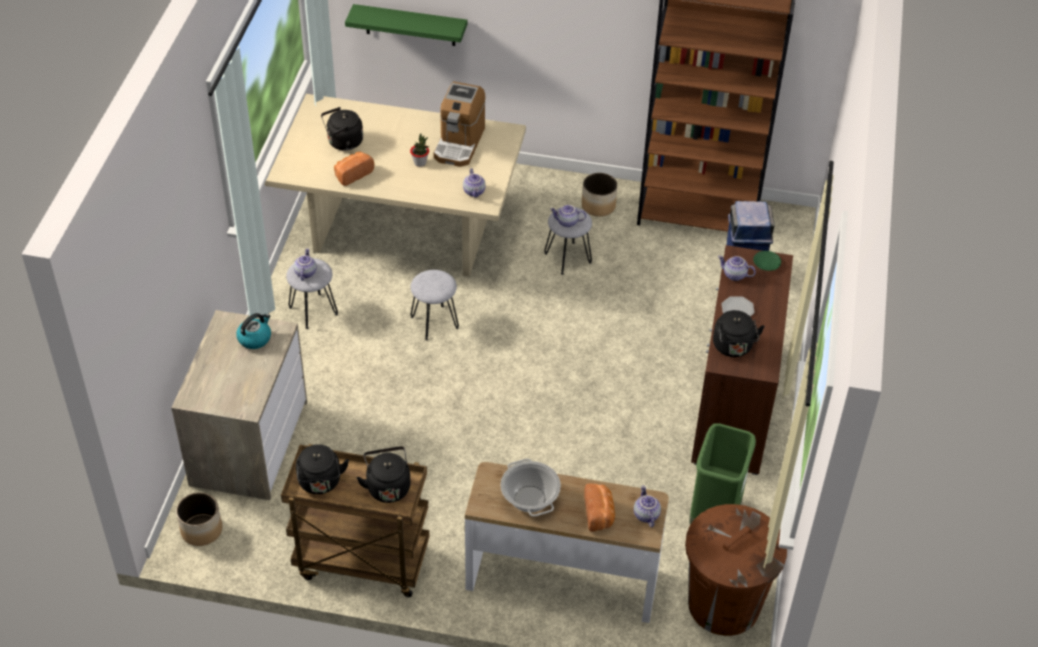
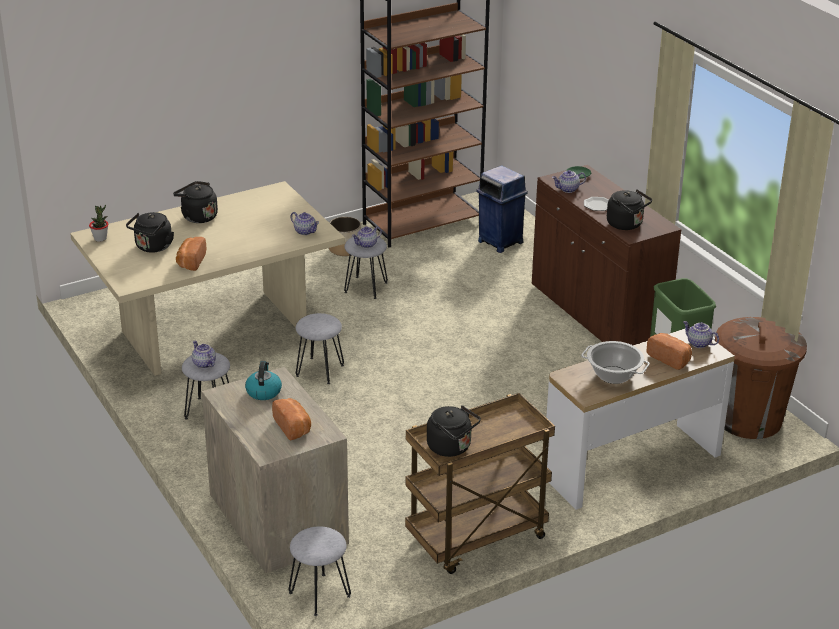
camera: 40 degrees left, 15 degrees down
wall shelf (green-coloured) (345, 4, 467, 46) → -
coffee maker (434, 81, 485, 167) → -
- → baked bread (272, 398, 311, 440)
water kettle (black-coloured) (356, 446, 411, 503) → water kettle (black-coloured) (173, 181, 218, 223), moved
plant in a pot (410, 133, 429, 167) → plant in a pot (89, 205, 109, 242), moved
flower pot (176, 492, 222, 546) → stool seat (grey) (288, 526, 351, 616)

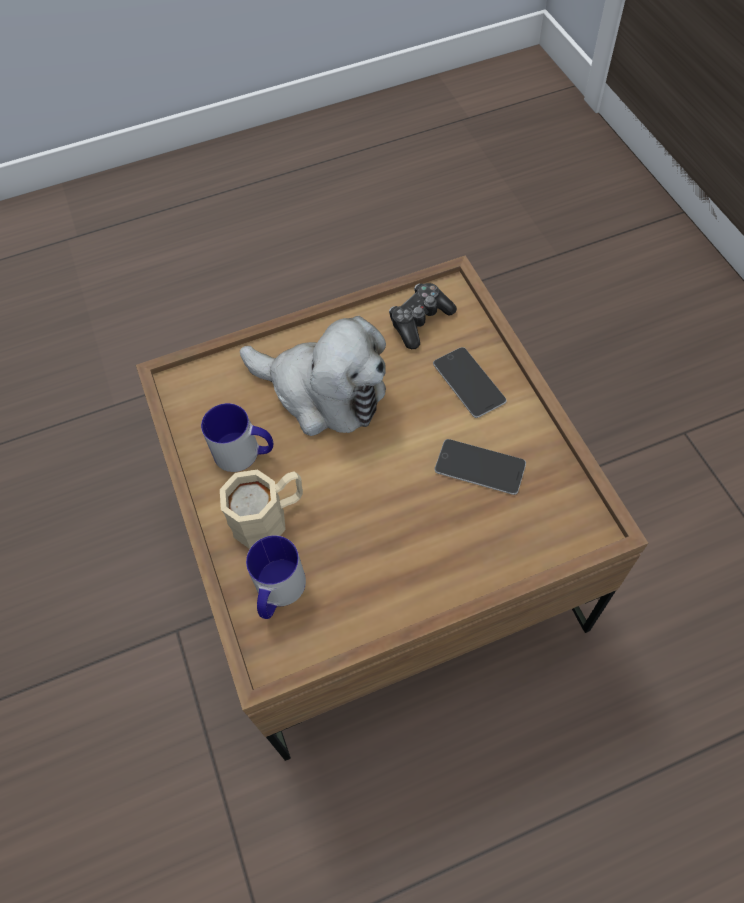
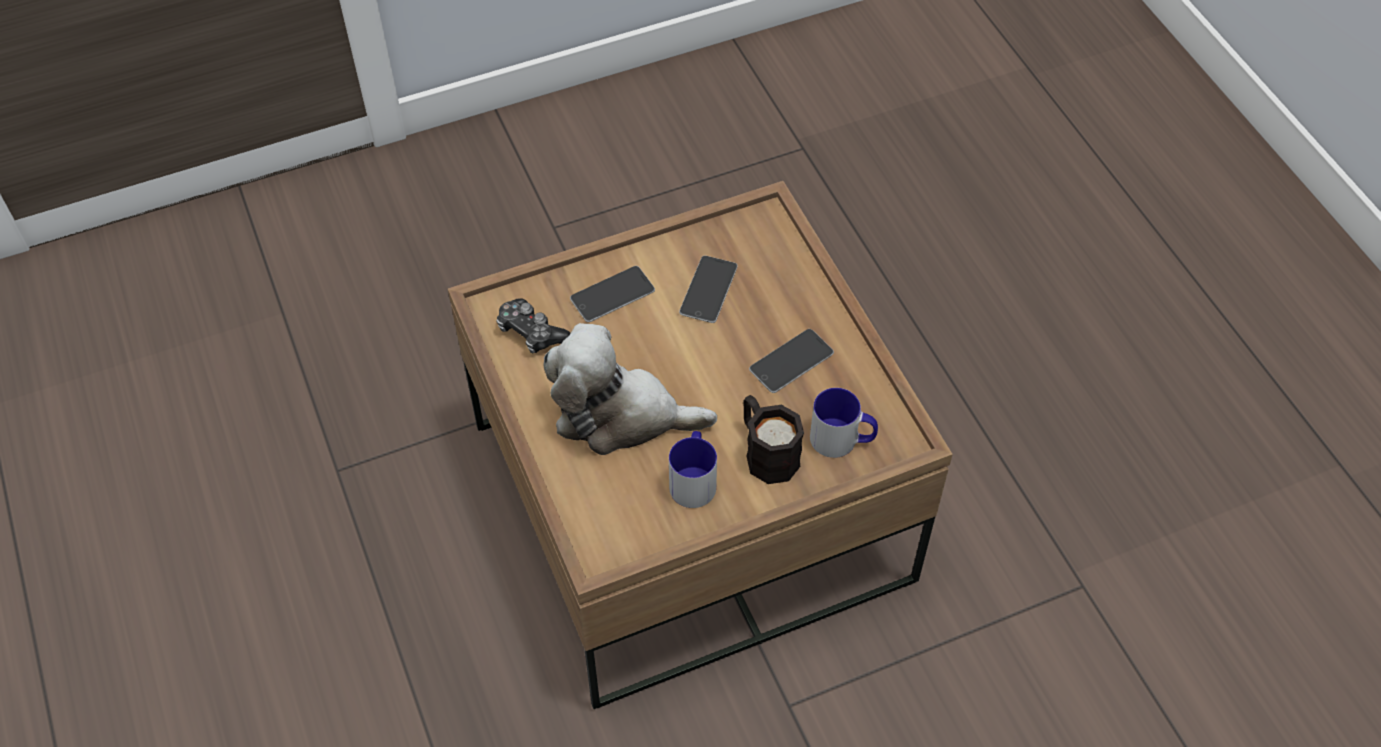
camera: 95 degrees left, 5 degrees down
- → phone (749, 329, 834, 393)
coffee mug (sand-coloured) (220, 469, 303, 549) → coffee mug (black-coloured) (743, 395, 804, 484)
soft toy (240, 316, 386, 436) → soft toy (543, 323, 717, 455), 105 degrees counterclockwise

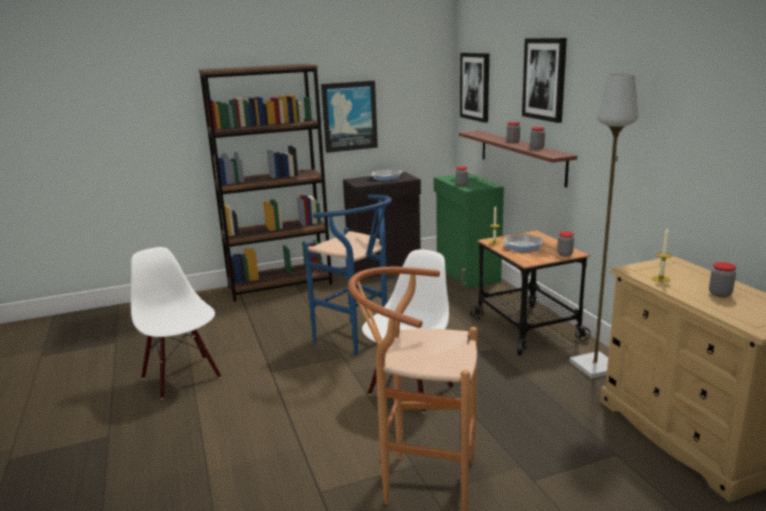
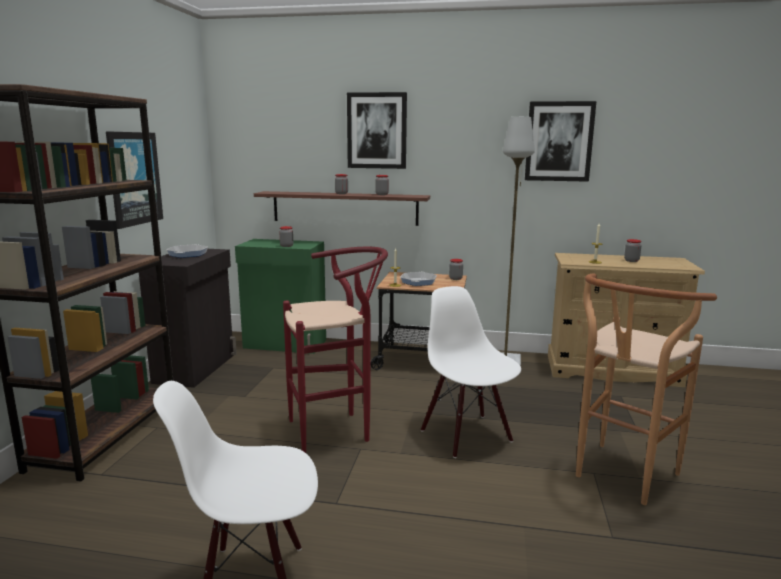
camera: 60 degrees left, 5 degrees down
wall picture (460, 53, 489, 123) → wall picture (525, 101, 596, 182), moved
stool seat (blue) (304, 195, 392, 356) → stool seat (red-coloured) (283, 247, 388, 453)

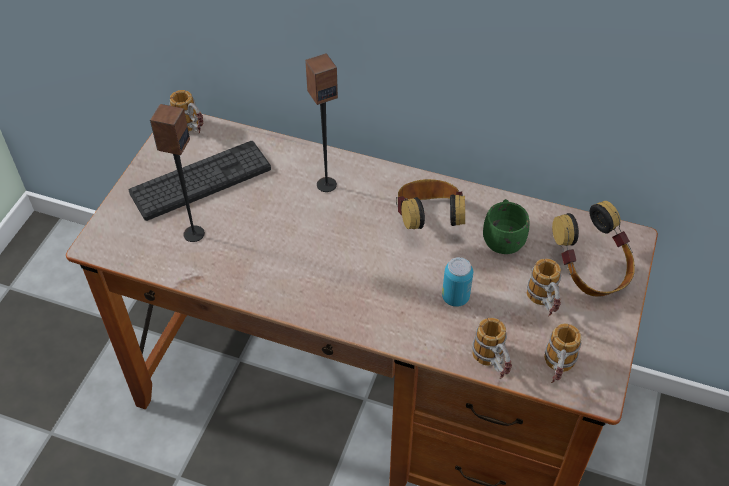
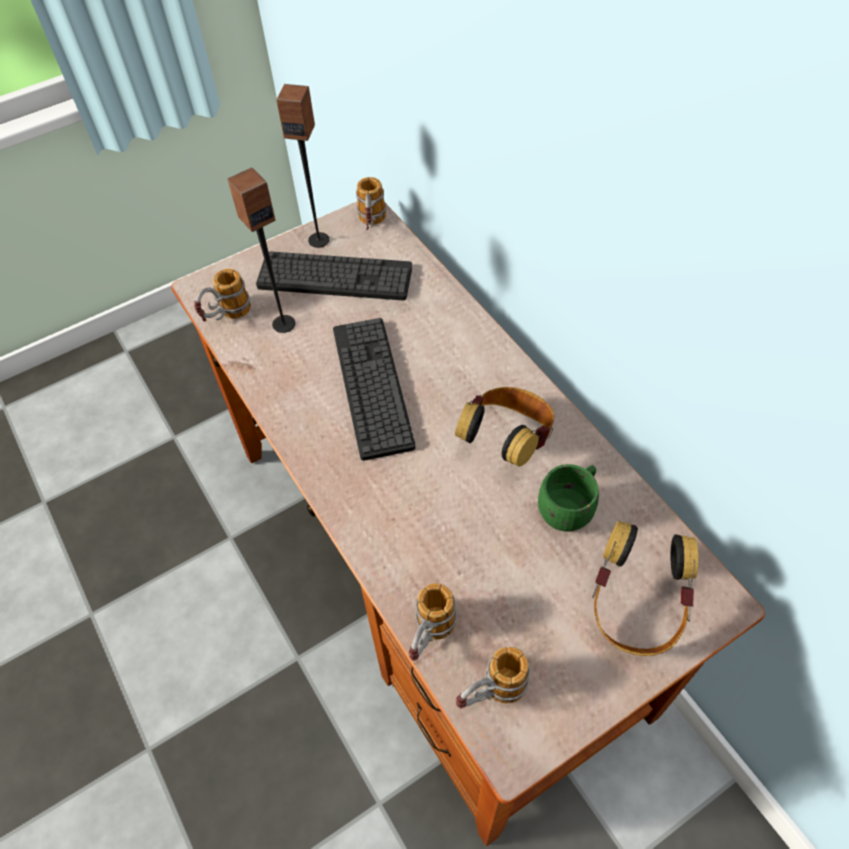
camera: 40 degrees right, 5 degrees up
can (442, 257, 473, 307) → -
- → keyboard (333, 318, 415, 461)
loudspeaker (305, 53, 338, 192) → loudspeaker (276, 84, 330, 248), moved
coffee mug (527, 259, 561, 317) → coffee mug (194, 269, 251, 322), moved

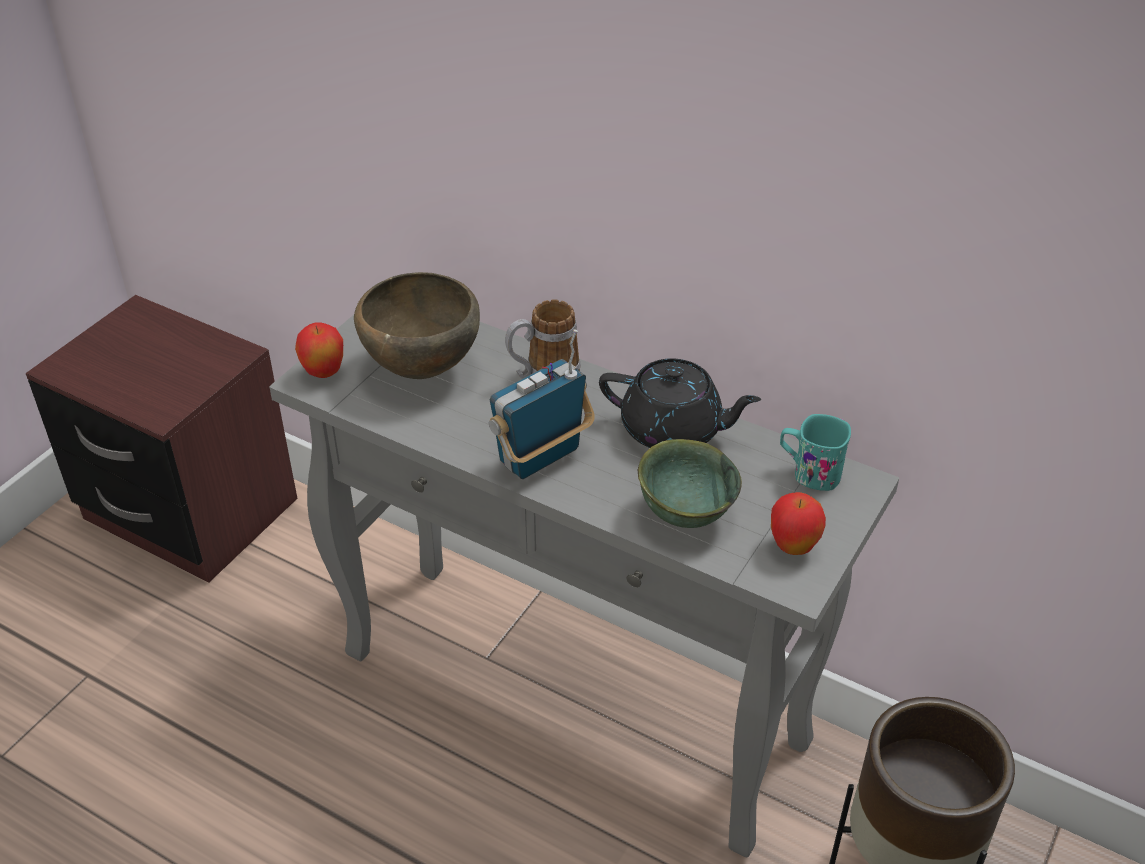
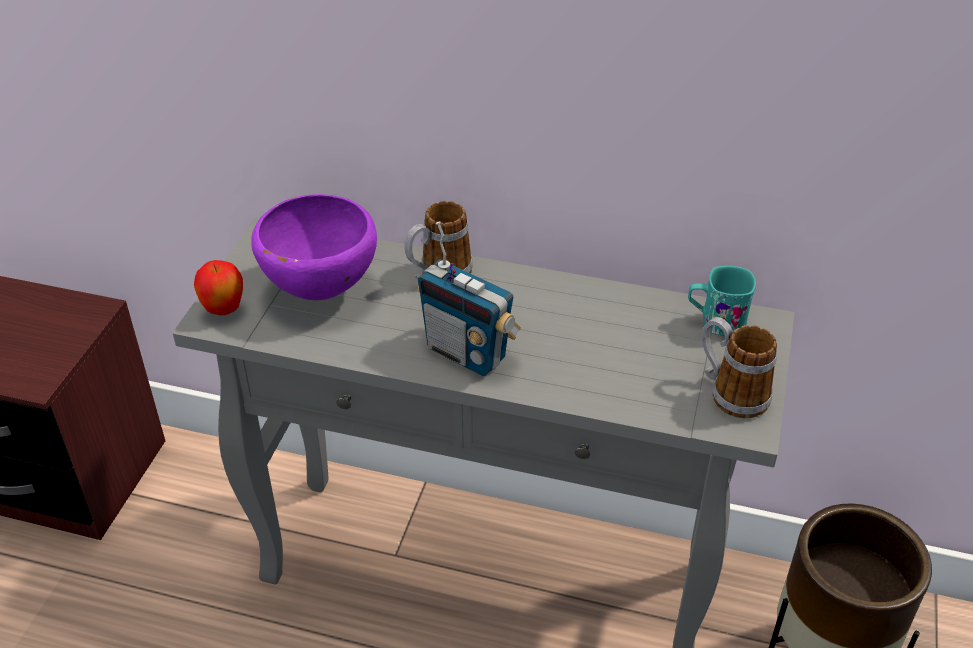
camera: 15 degrees left, 0 degrees up
pot for tea (black-coloured) (599, 358, 761, 448) → -
serving bowl (green-coloured) (638, 439, 742, 528) → -
apple fruit (771, 492, 826, 555) → coffee mug (702, 317, 777, 418)
serving bowl (brown) (354, 272, 480, 379) → serving bowl (purplish) (251, 194, 377, 300)
radio (489, 330, 595, 479) → radio (417, 221, 521, 376), 90 degrees counterclockwise

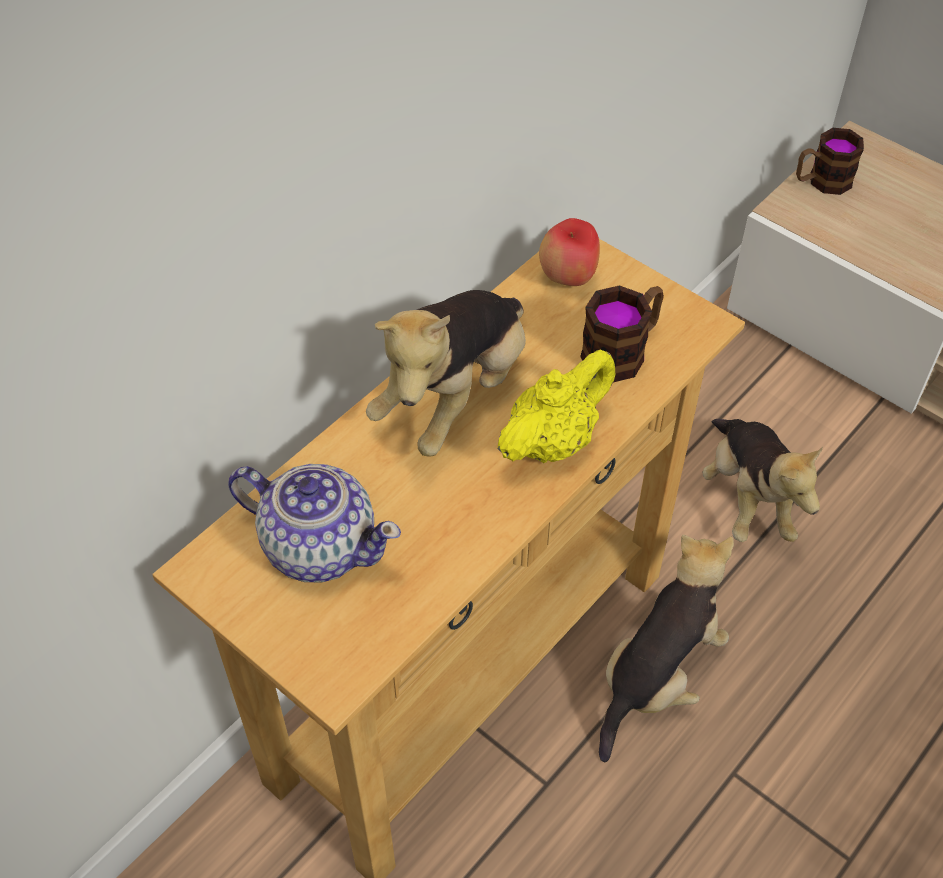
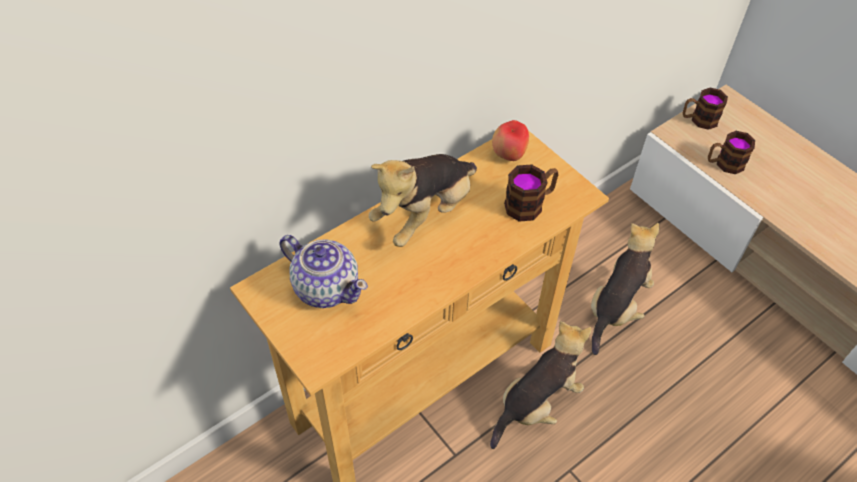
camera: 10 degrees right, 0 degrees up
pot for tea (yellowish) (497, 350, 616, 463) → -
- → coffee mug (708, 131, 755, 174)
soft toy (702, 419, 823, 542) → soft toy (591, 223, 660, 355), 150 degrees counterclockwise

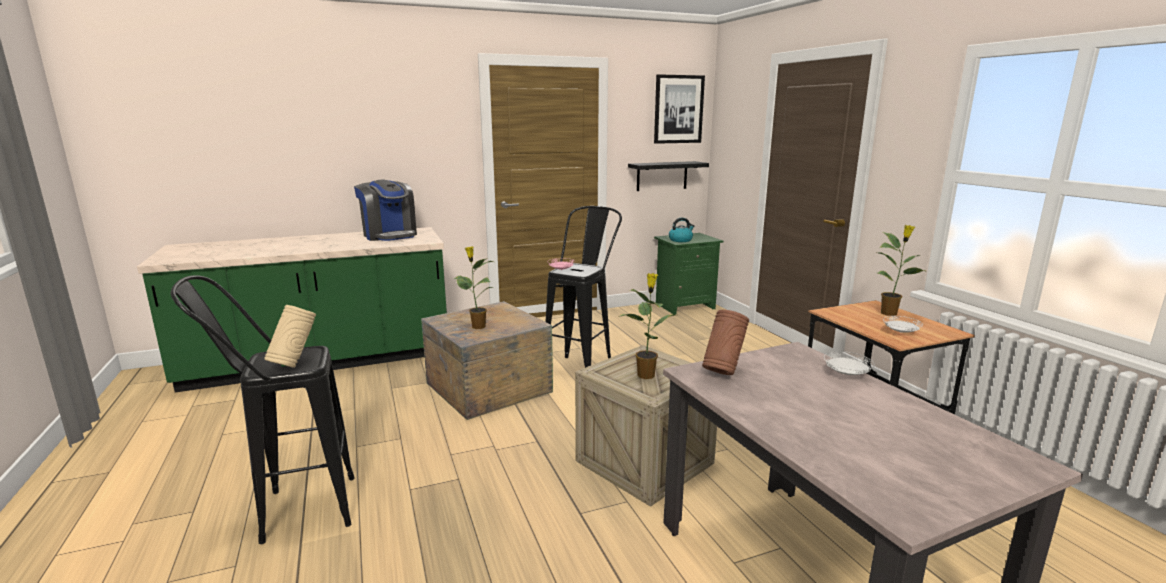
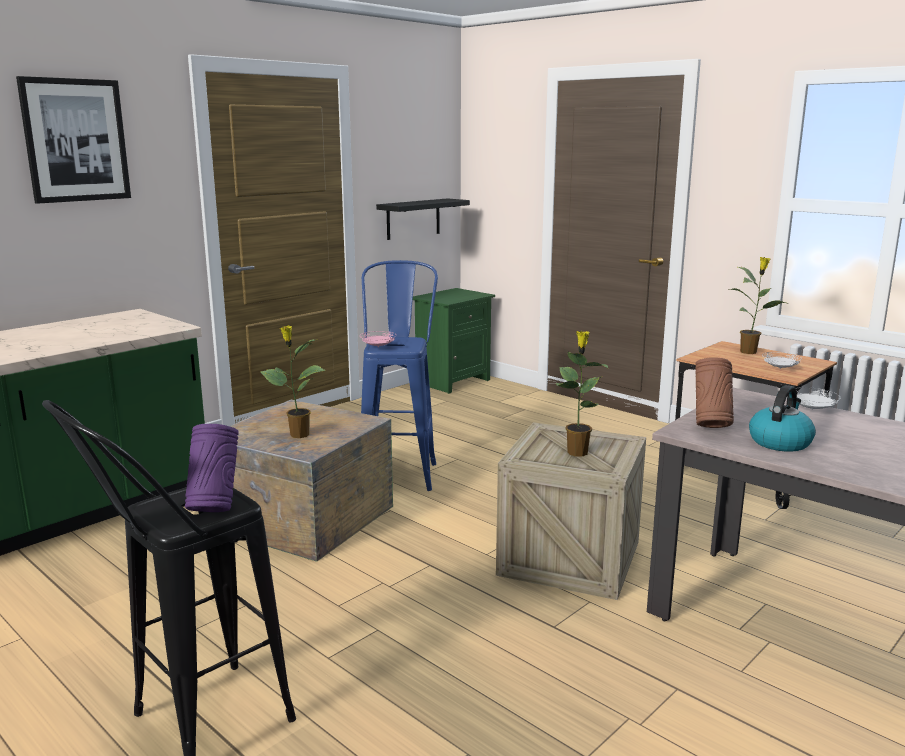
camera: 25 degrees left, 0 degrees up
coffee maker (354, 180, 417, 241) → -
wall picture (654, 74, 705, 144) → wall picture (16, 76, 131, 204), moved
water kettle (669, 218, 694, 242) → water kettle (749, 385, 816, 452), moved
vase (sand-coloured) (264, 305, 316, 368) → vase (purplish) (185, 424, 239, 512)
stool seat (black-coloured) (545, 206, 622, 368) → stool seat (blue) (361, 260, 438, 491)

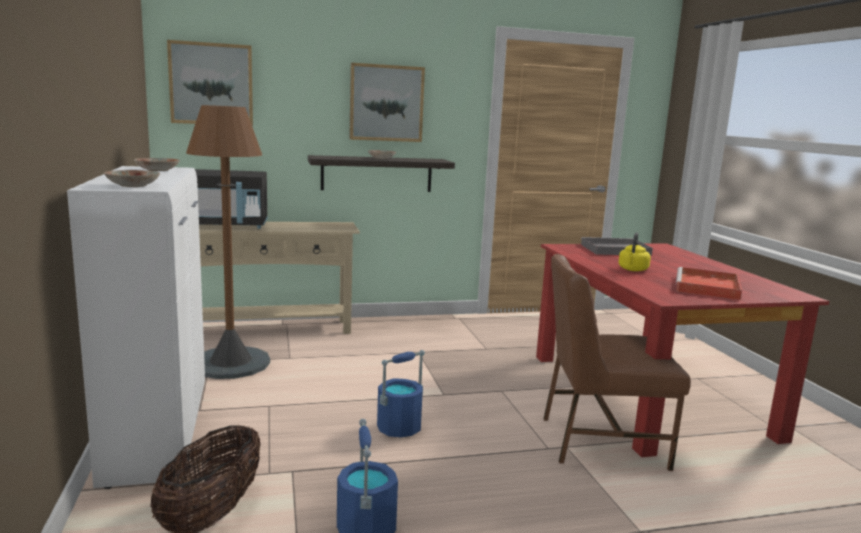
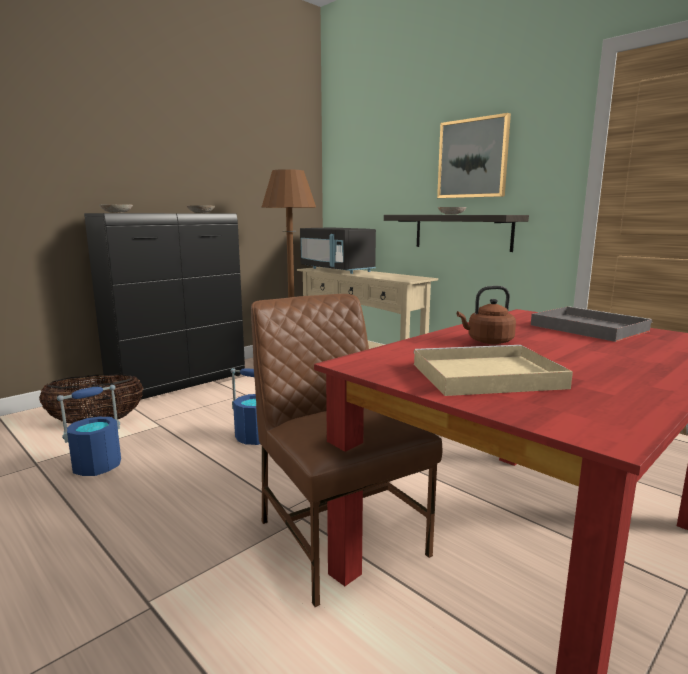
camera: 60 degrees right, 0 degrees up
wall picture (167, 40, 253, 126) → -
cupboard (whitish) (67, 166, 205, 489) → cupboard (black-coloured) (84, 213, 245, 402)
water kettle (yellowish) (619, 232, 651, 271) → water kettle (brown) (457, 286, 516, 344)
carrying tray (red-coloured) (676, 267, 742, 300) → carrying tray (sand-coloured) (414, 345, 573, 396)

